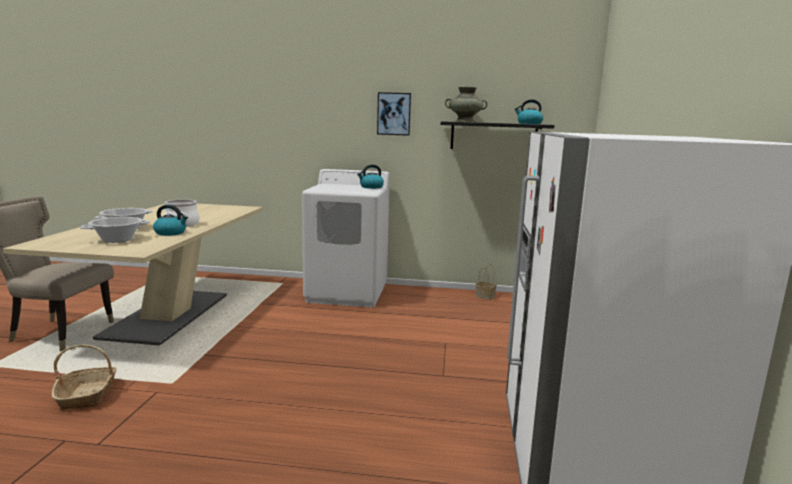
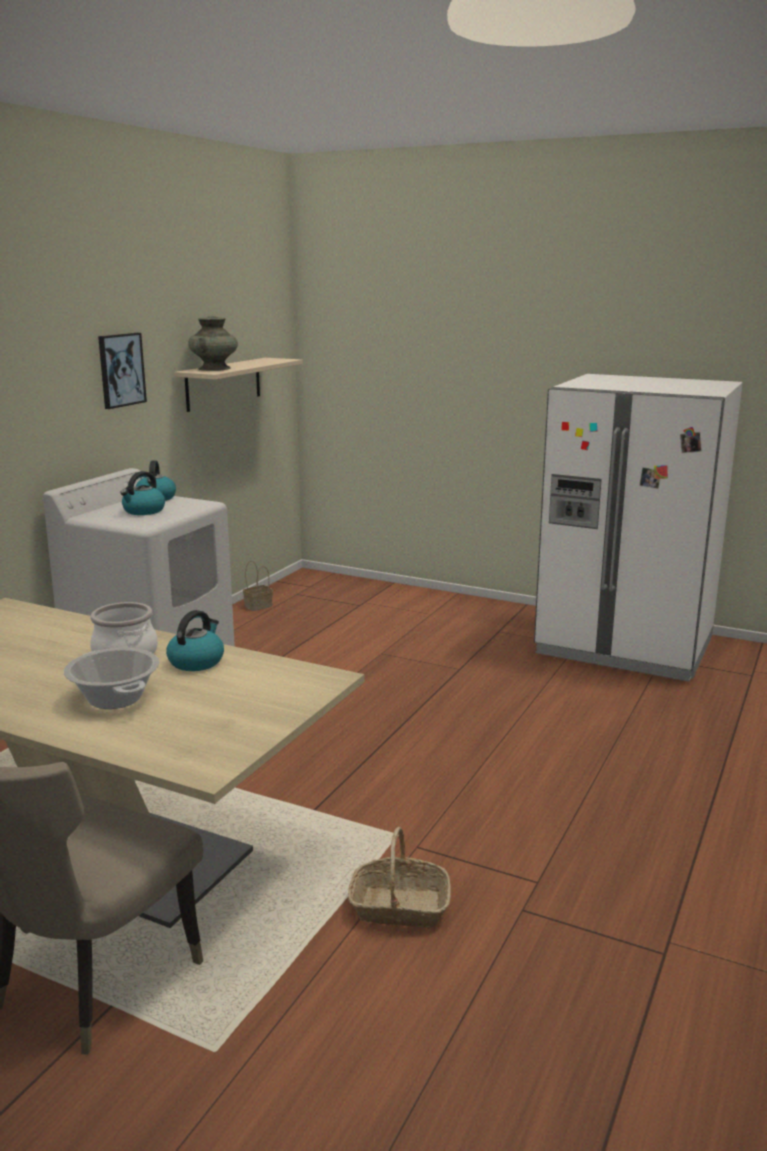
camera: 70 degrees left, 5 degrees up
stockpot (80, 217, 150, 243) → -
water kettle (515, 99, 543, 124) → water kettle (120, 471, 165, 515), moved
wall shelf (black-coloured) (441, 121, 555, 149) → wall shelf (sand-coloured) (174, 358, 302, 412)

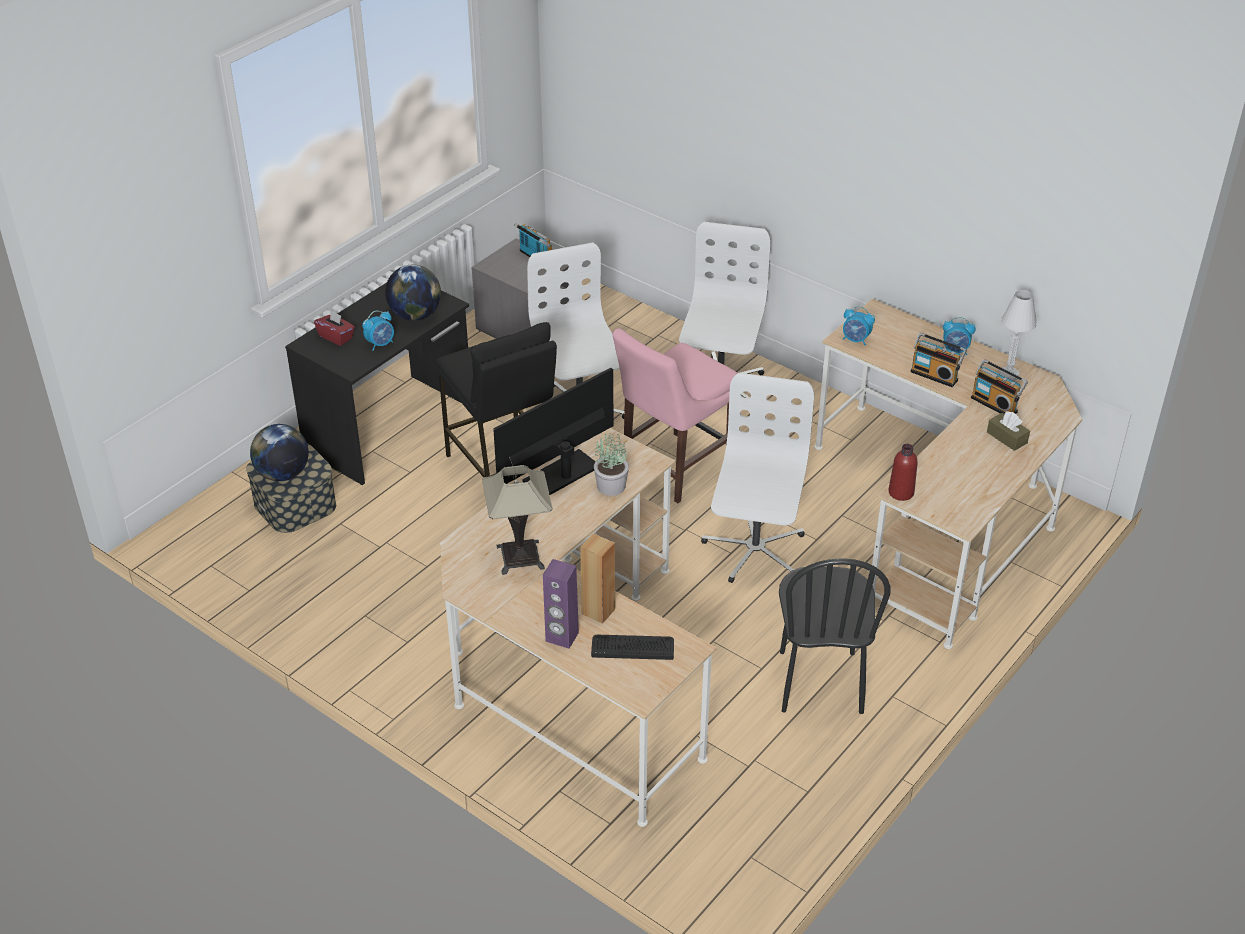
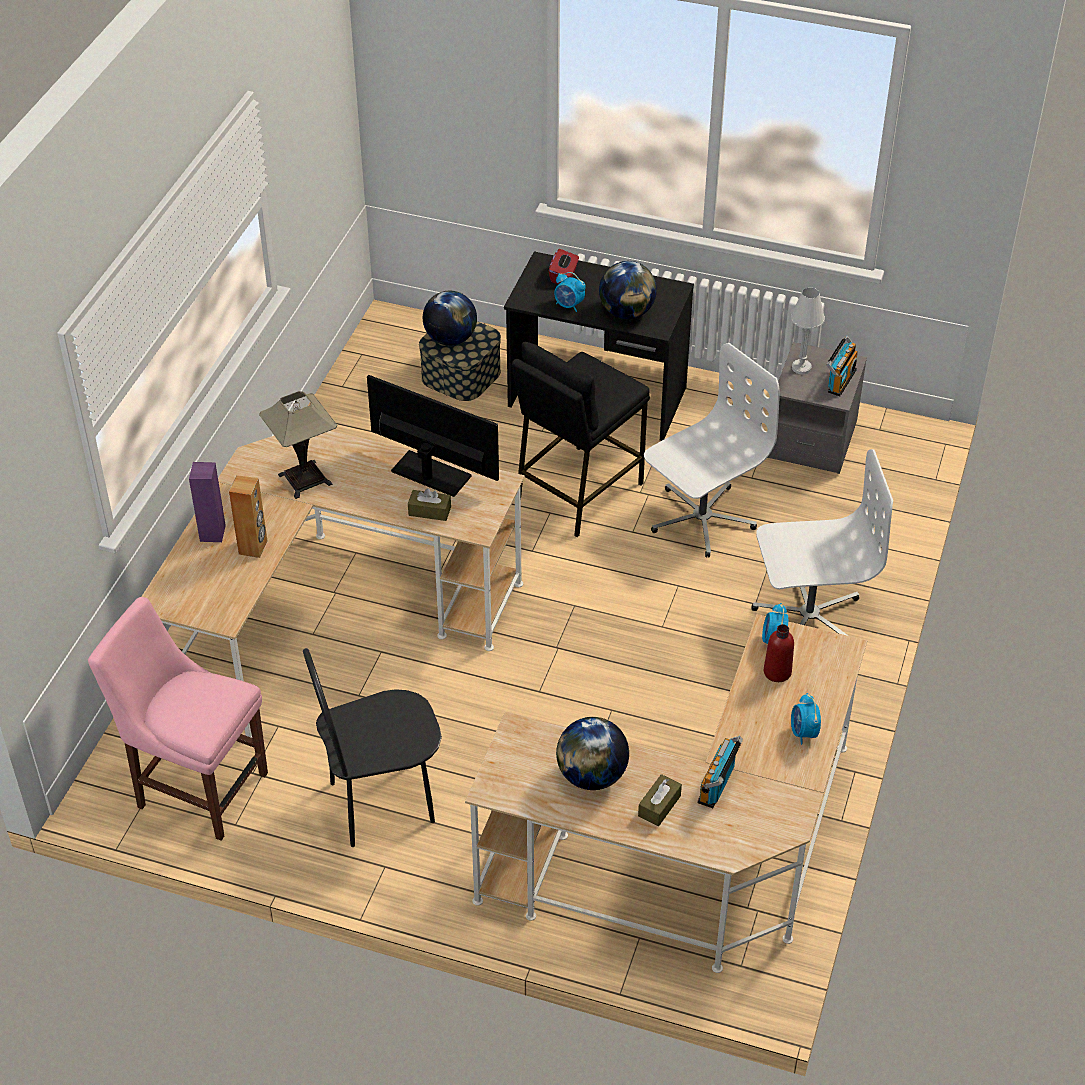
camera: 70 degrees right, 5 degrees up
keyboard (591, 635, 674, 660) → -
office chair (whitish) (701, 373, 814, 583) → -
radio (911, 333, 967, 387) → -
- → globe (556, 717, 629, 790)
upright chair (pink-coloured) (613, 328, 737, 503) → upright chair (pink-coloured) (88, 597, 268, 841), moved
drink bottle (red-coloured) (888, 444, 918, 501) → drink bottle (red-coloured) (764, 624, 794, 682), moved
lamp for a table (whitish) (999, 290, 1037, 381) → lamp for a table (whitish) (791, 288, 825, 374), moved
plant in a pot (594, 433, 629, 496) → tissue box (brown) (408, 488, 451, 521)

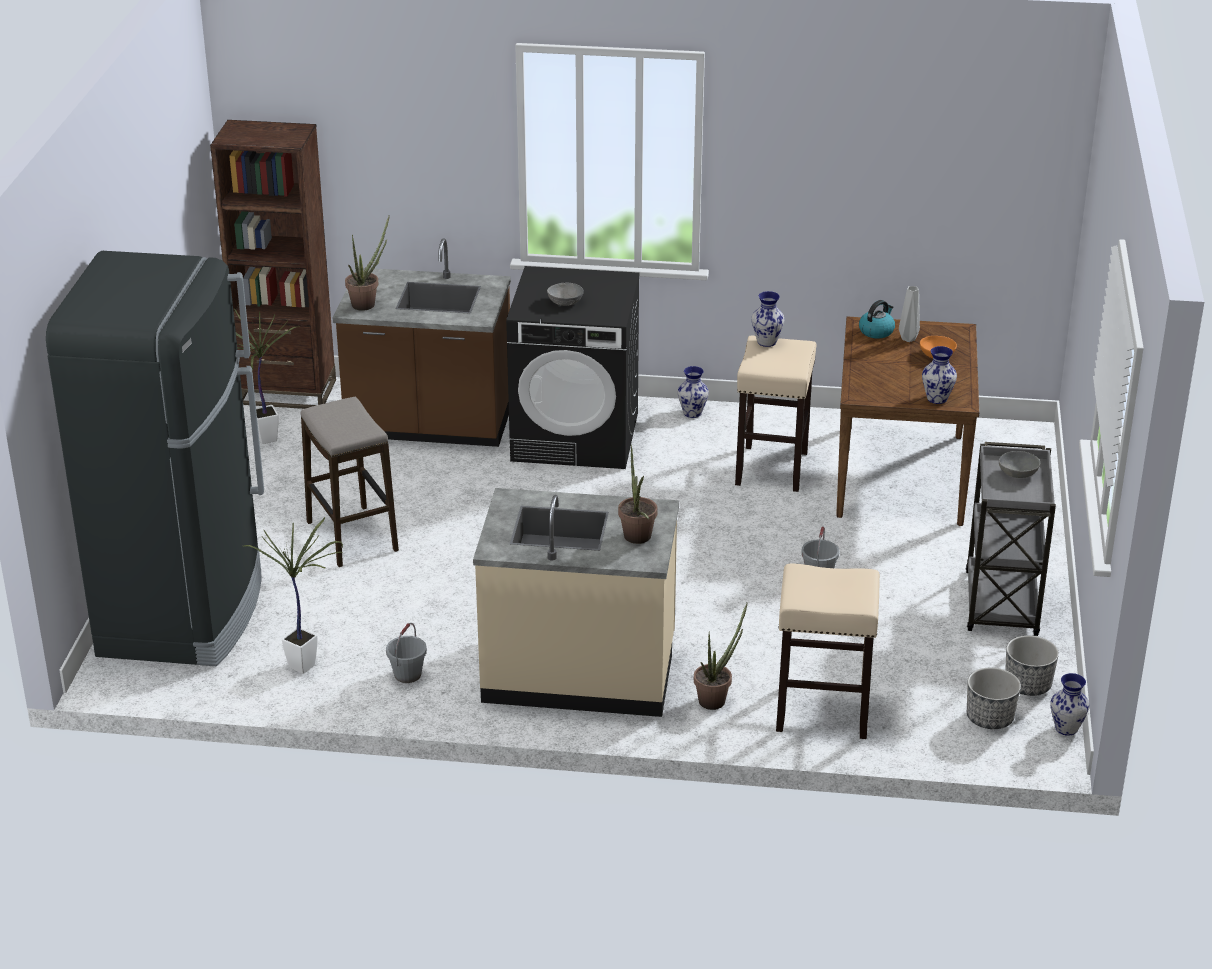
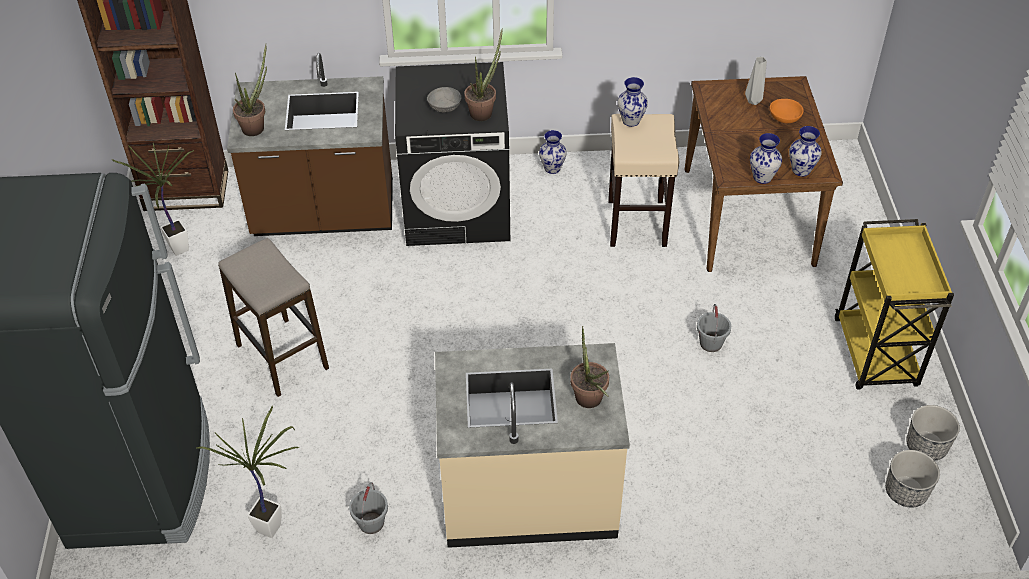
camera: 10 degrees left, 15 degrees up
stool seat (sand-coloured) (776, 564, 880, 739) → -
water kettle (859, 300, 895, 339) → -
serving bowl (grey) (999, 451, 1040, 478) → -
plant in a pot (694, 602, 748, 710) → plant in a pot (464, 28, 503, 121), moved
vase (1050, 673, 1090, 736) → vase (750, 133, 782, 184), moved
cart (grey) (965, 442, 1056, 636) → cart (yellowish) (835, 219, 954, 390)

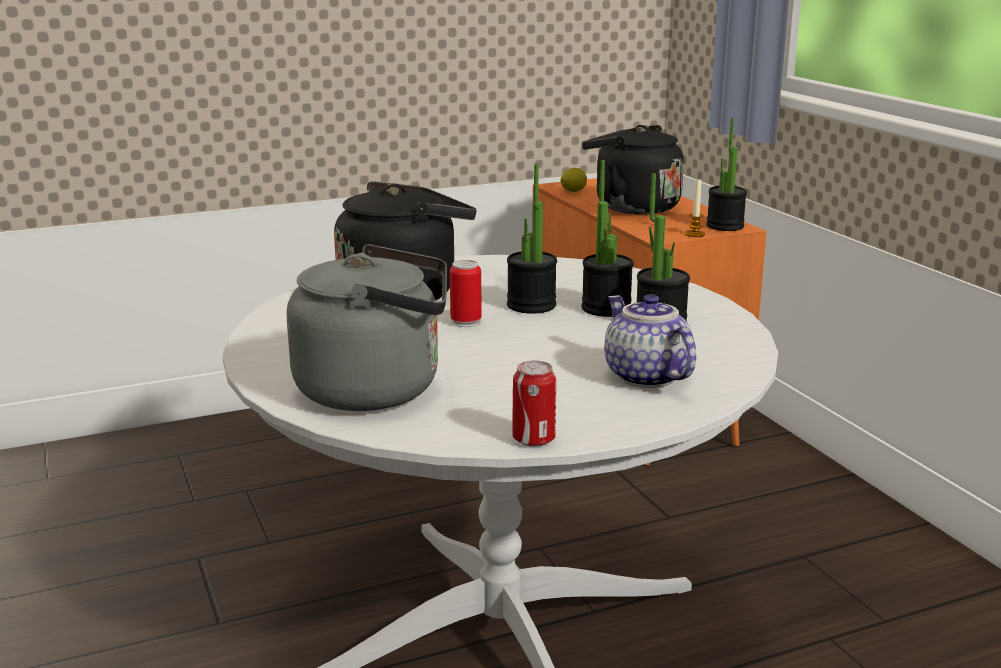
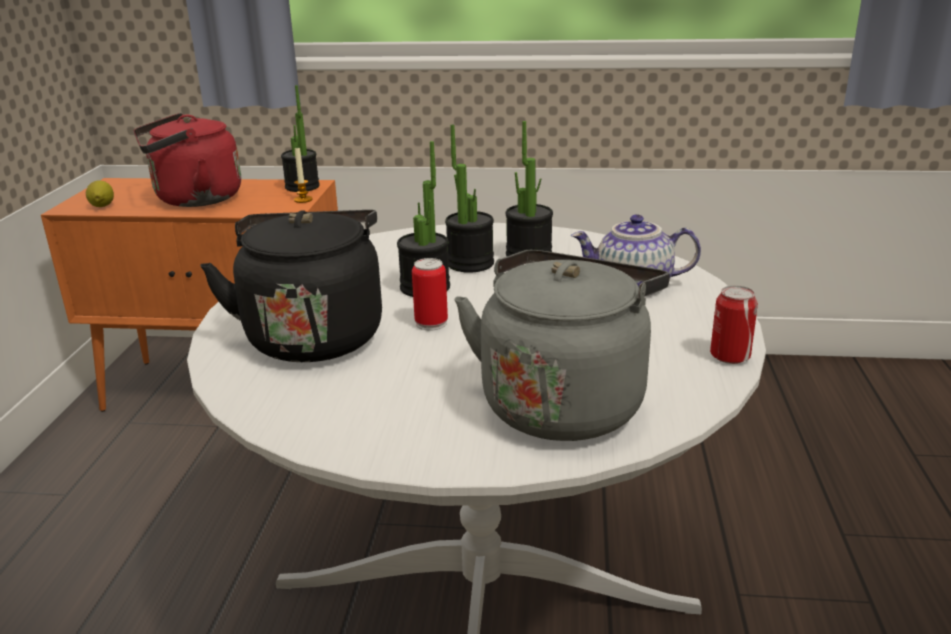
camera: 60 degrees left, 5 degrees up
water kettle (black-coloured) (582, 125, 684, 214) → water kettle (red-coloured) (133, 113, 241, 207)

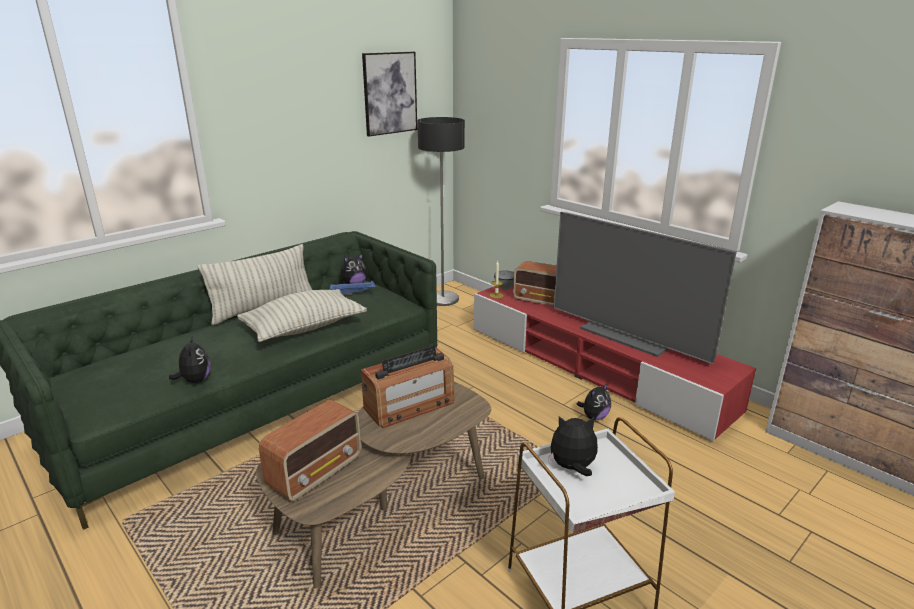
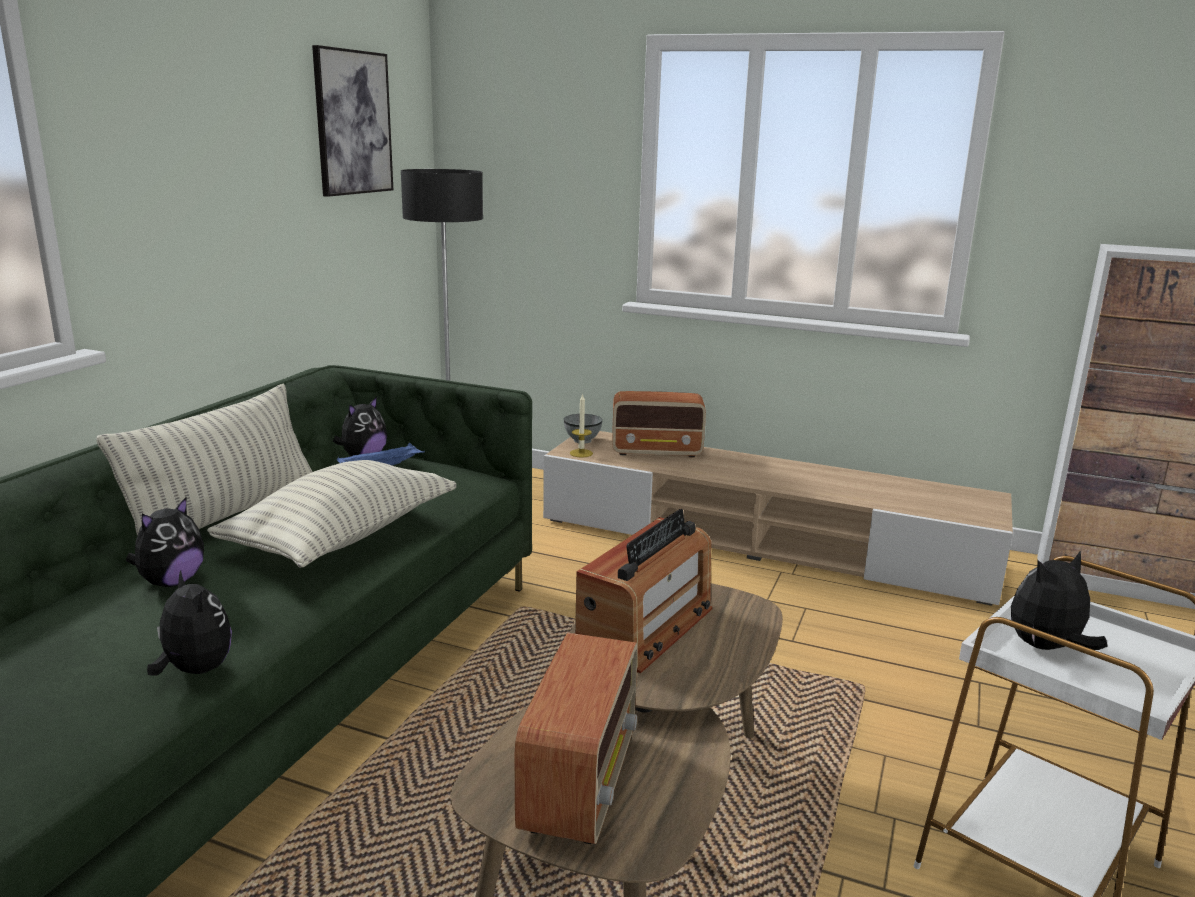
camera: 25 degrees left, 5 degrees down
TV (554, 212, 737, 364) → -
soft toy (577, 383, 611, 420) → soft toy (126, 497, 204, 587), moved
media console (red-coloured) (474, 286, 756, 441) → media console (sand-coloured) (543, 431, 1013, 606)

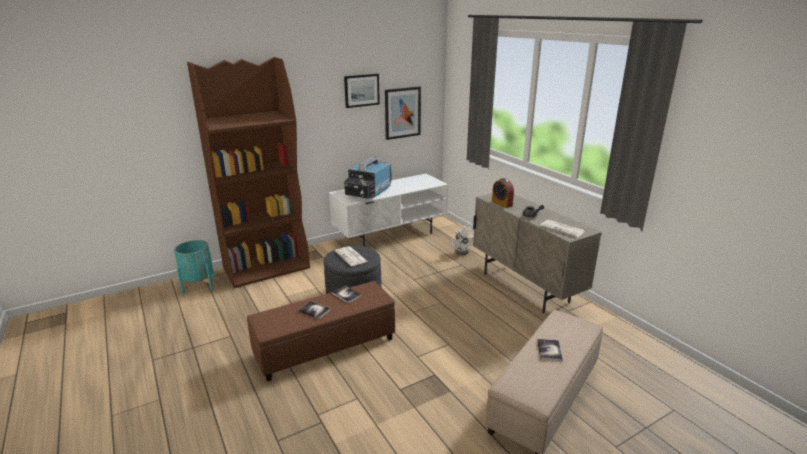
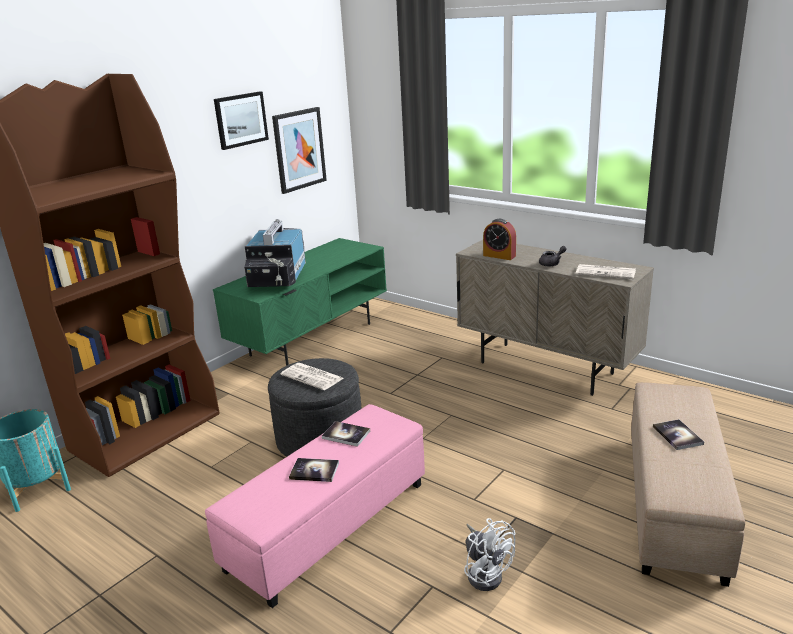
camera: 20 degrees left, 0 degrees up
cooling fan (whitish) (452, 225, 474, 255) → cooling fan (whitish) (464, 518, 515, 591), moved
ottoman (brown) (247, 281, 395, 382) → ottoman (pink-coloured) (205, 404, 425, 608)
media console (whitish) (329, 174, 448, 247) → media console (green-coloured) (213, 238, 387, 366)

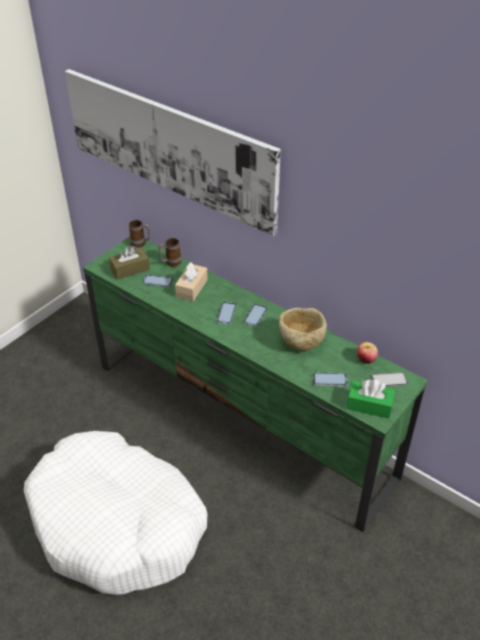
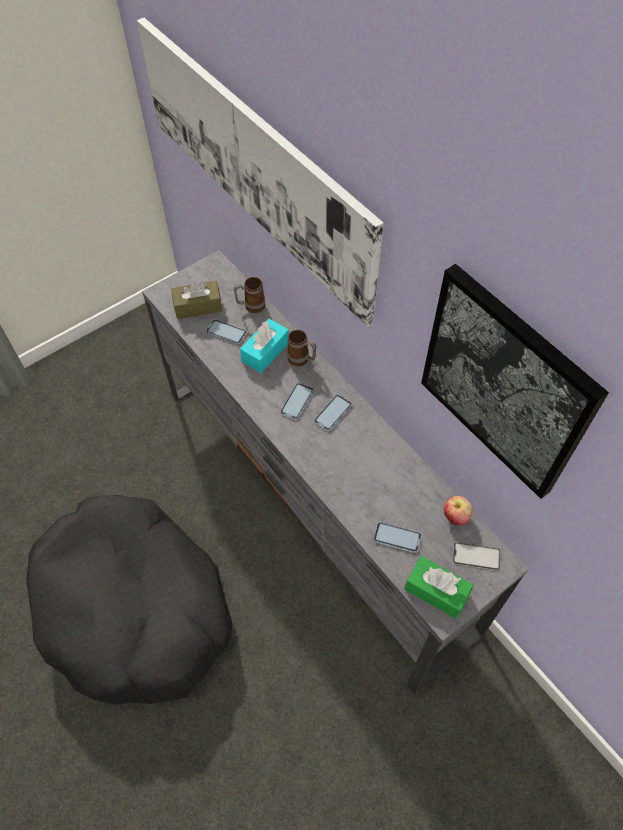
camera: 15 degrees right, 15 degrees up
serving bowl (sand-coloured) (279, 308, 327, 351) → -
- → wall picture (421, 264, 609, 499)
coffee mug (129, 220, 150, 248) → coffee mug (287, 330, 317, 367), moved
pet bed (whitish) (24, 431, 208, 595) → pet bed (black-coloured) (26, 495, 232, 705)
media console (green-coloured) (83, 236, 428, 532) → media console (grey) (142, 250, 529, 695)
tissue box (sand-coloured) (175, 262, 208, 301) → tissue box (blue-green) (240, 319, 289, 373)

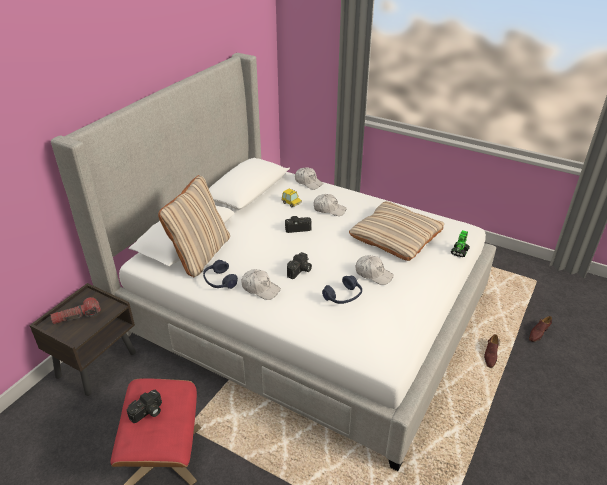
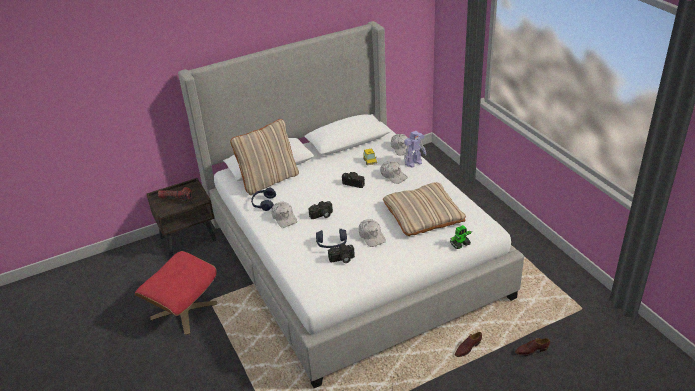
camera: 35 degrees right, 0 degrees up
- → robot figure (404, 131, 426, 168)
still camera (127, 389, 162, 423) → still camera (328, 244, 355, 263), moved

